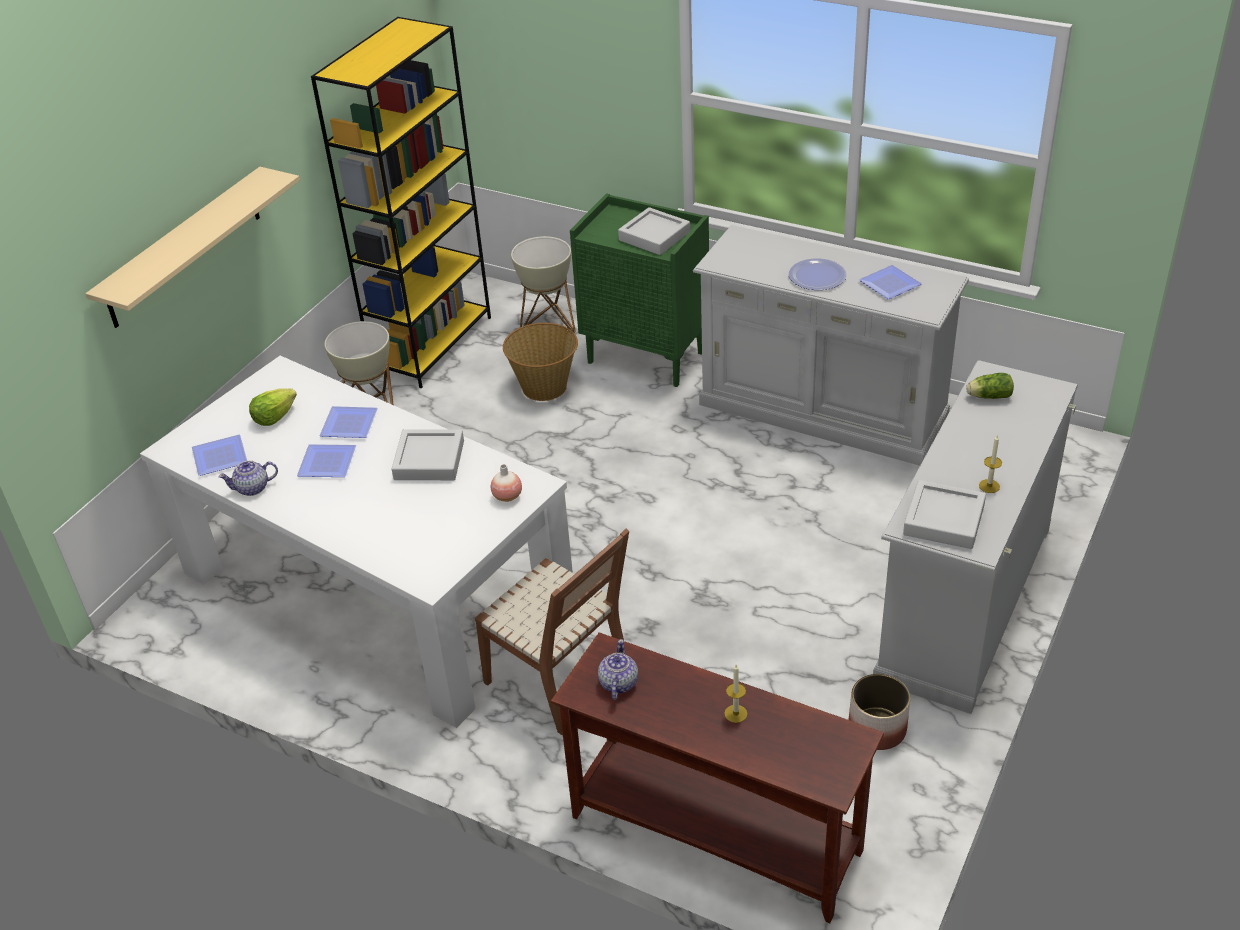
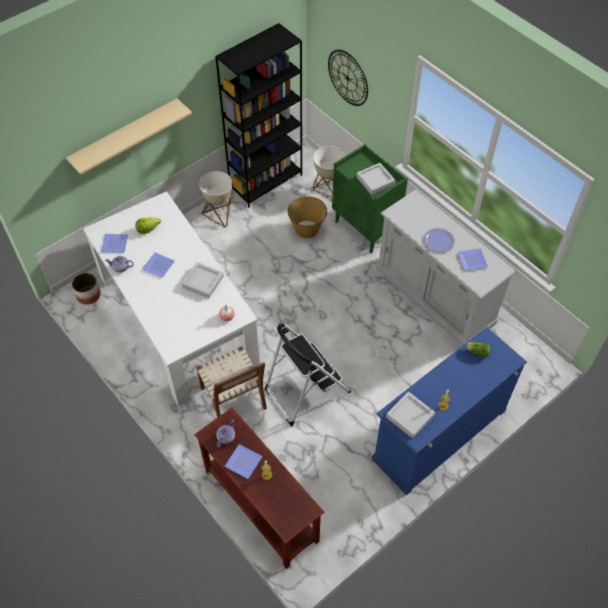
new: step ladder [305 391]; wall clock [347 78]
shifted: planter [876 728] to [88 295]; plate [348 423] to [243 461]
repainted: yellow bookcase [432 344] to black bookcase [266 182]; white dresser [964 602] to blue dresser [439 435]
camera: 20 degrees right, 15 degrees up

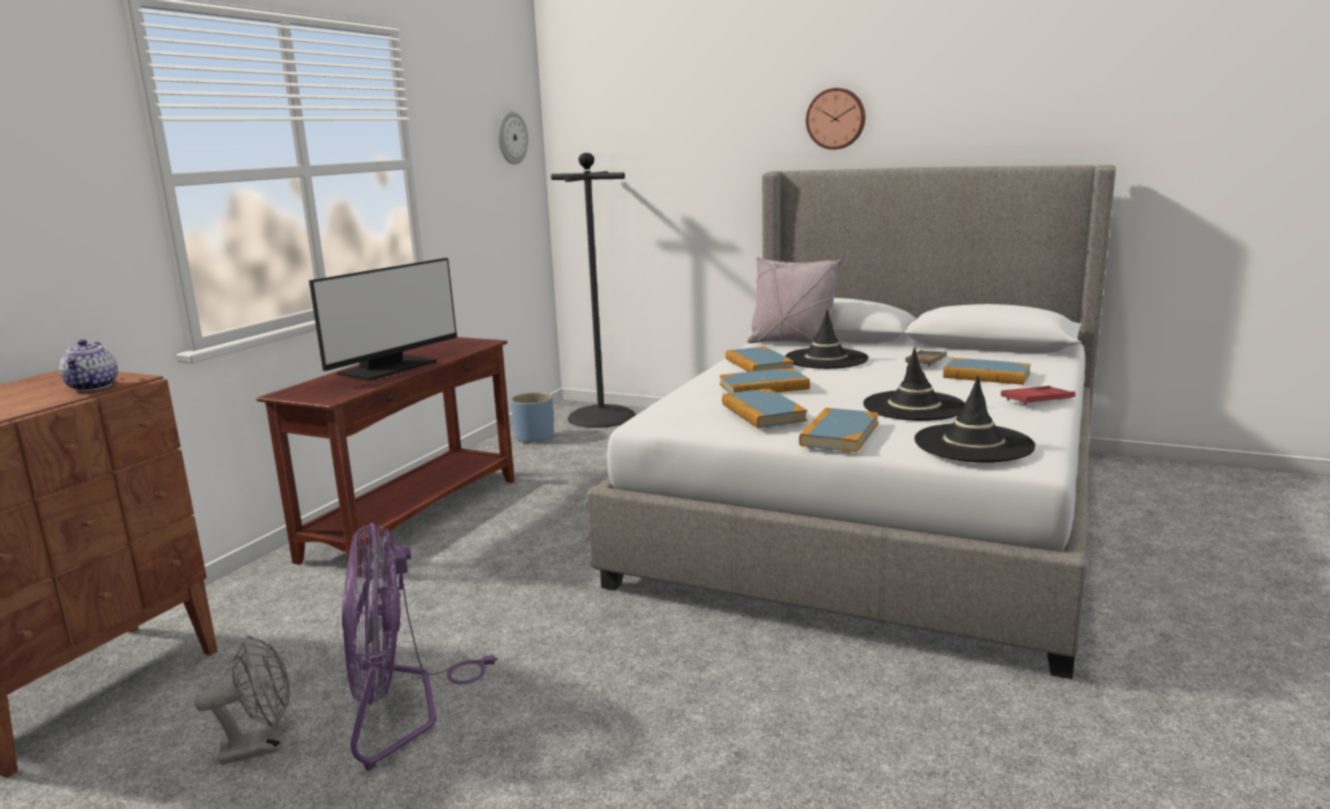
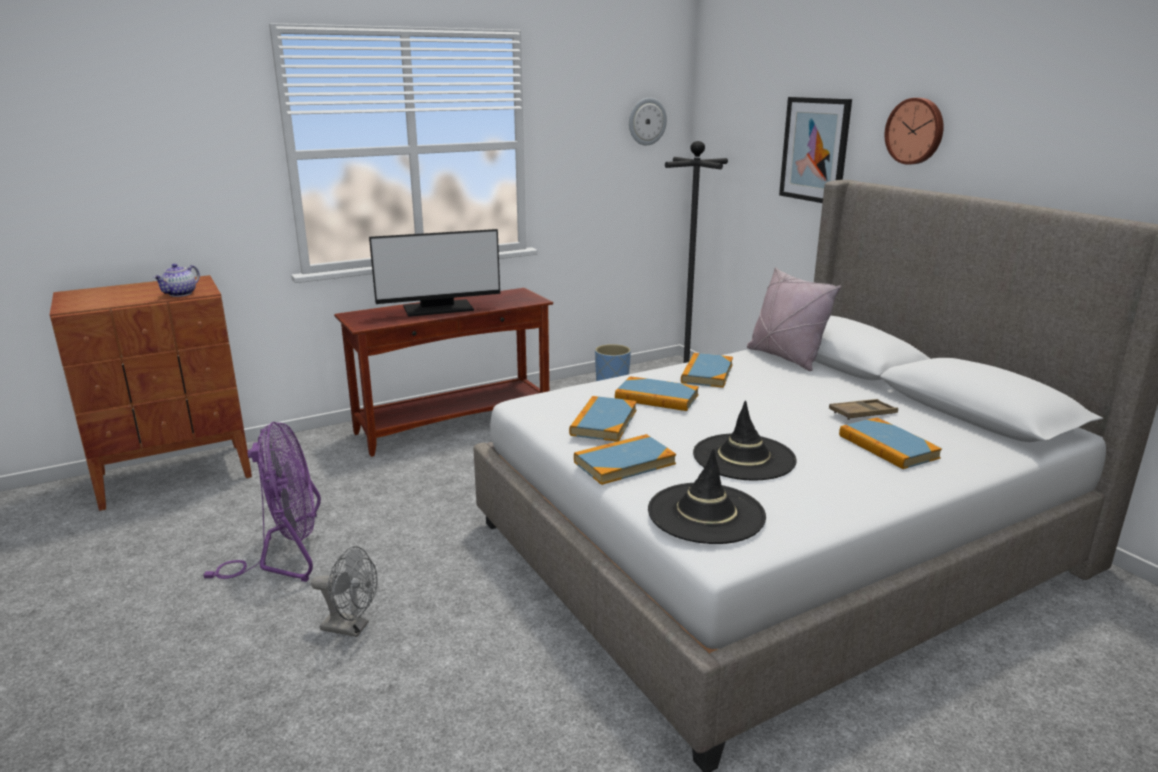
gone: black hat [826 359]; red tray [1037 400]
new: picture [815 150]
shifted: grey fan [261 747] to [351 628]
rotated: purple fan [403 702] = [283 552] 150 degrees clockwise
camera: 35 degrees right, 5 degrees up

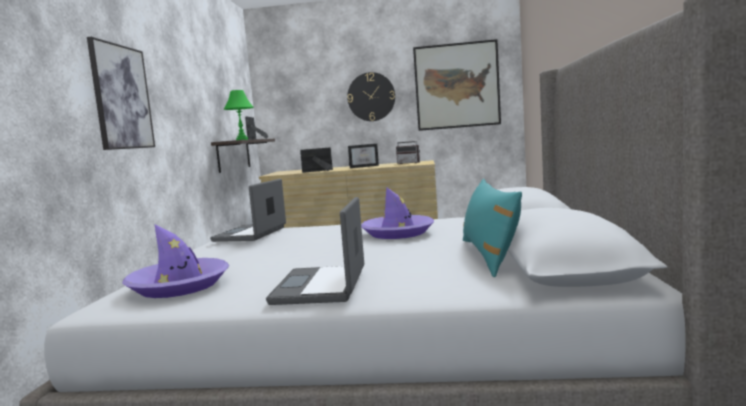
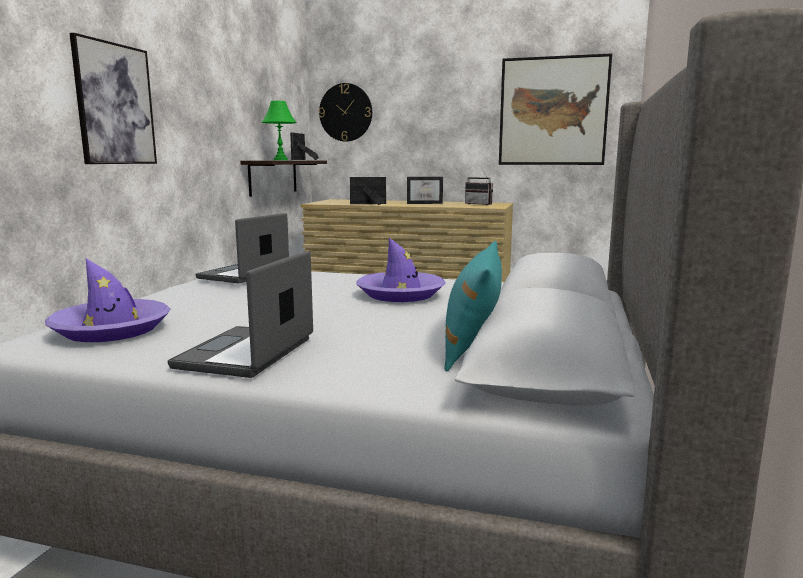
shifted: wall clock [371 97] to [345 112]
camera: 10 degrees right, 5 degrees up

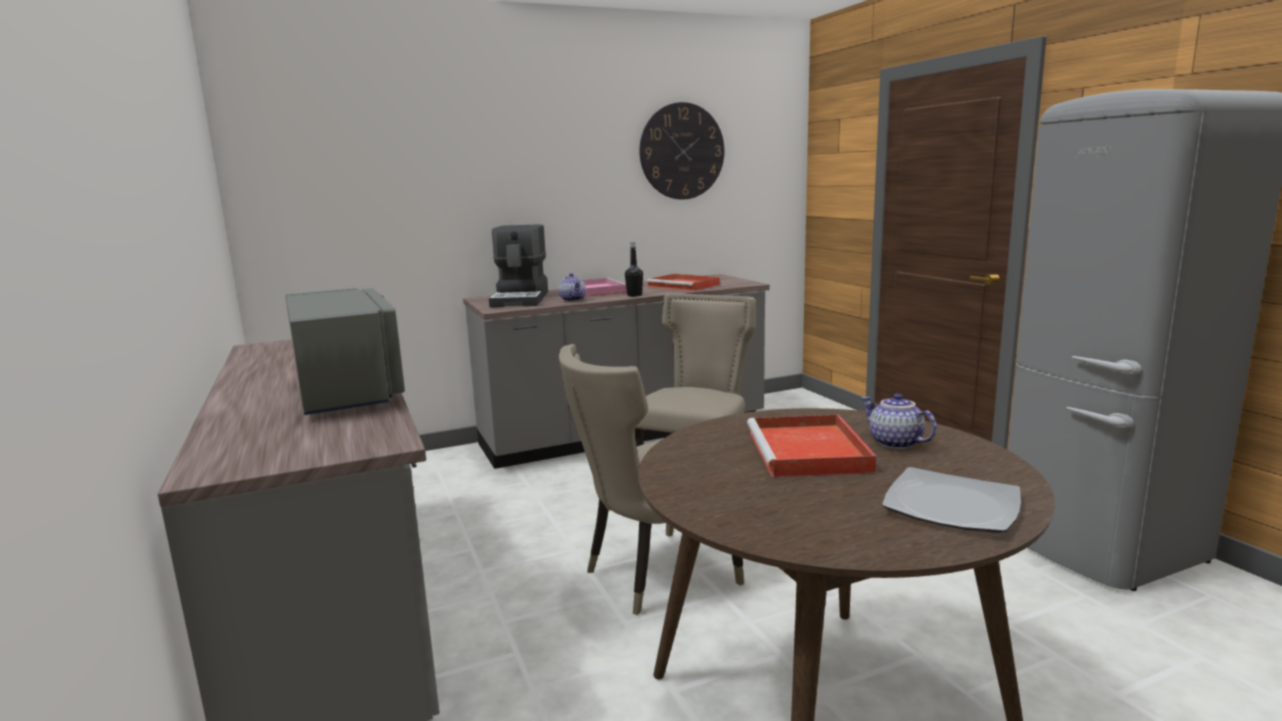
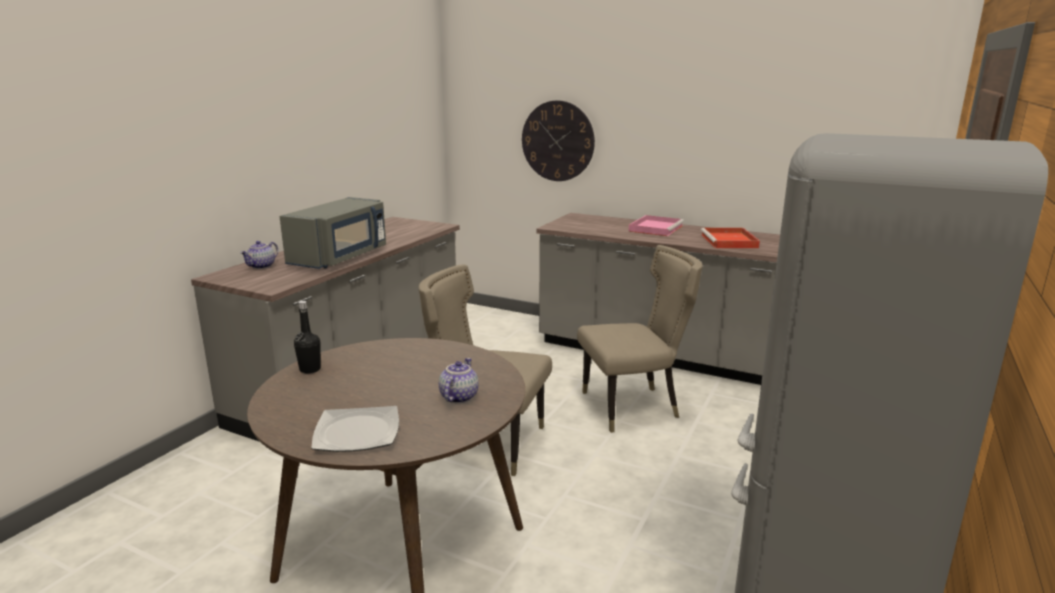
gone: coffee machine [521 299]; red tray [809 452]
shifted: teapot [573 300] to [262 266]; black bottle [634 295] to [310 369]; wall clock [682 151] to [557 141]
camera: 50 degrees right, 5 degrees up

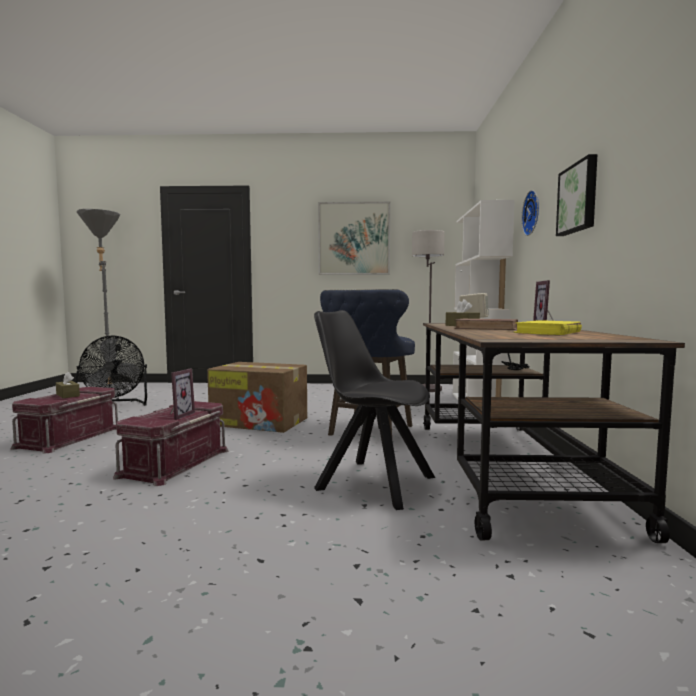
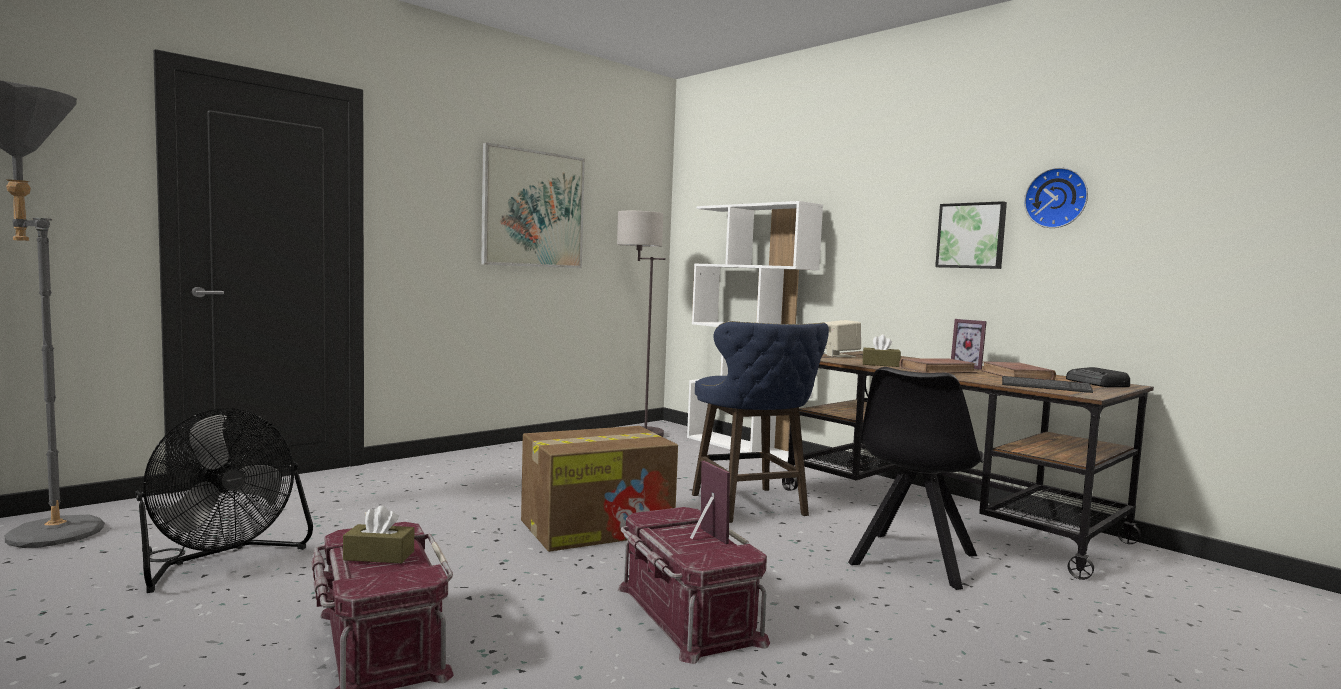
new: keyboard [1045 387]; radio [1097 383]
shifted: wall clock [533 213] to [1057 198]
repainted: yellow book [548 332] to brown book [1017 375]
rotated: black chair [373 482] = [912 561] 45 degrees counterclockwise
camera: 45 degrees left, 0 degrees up

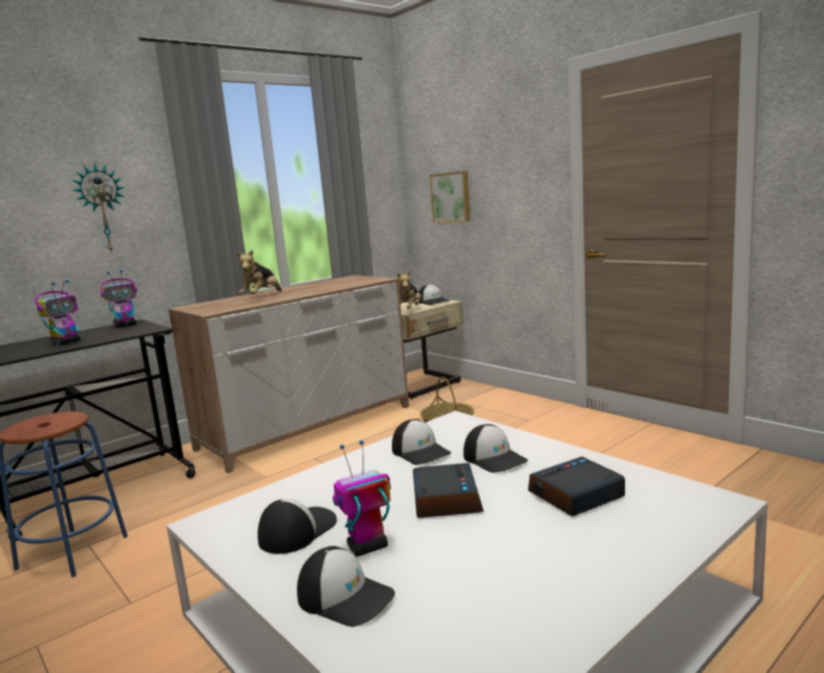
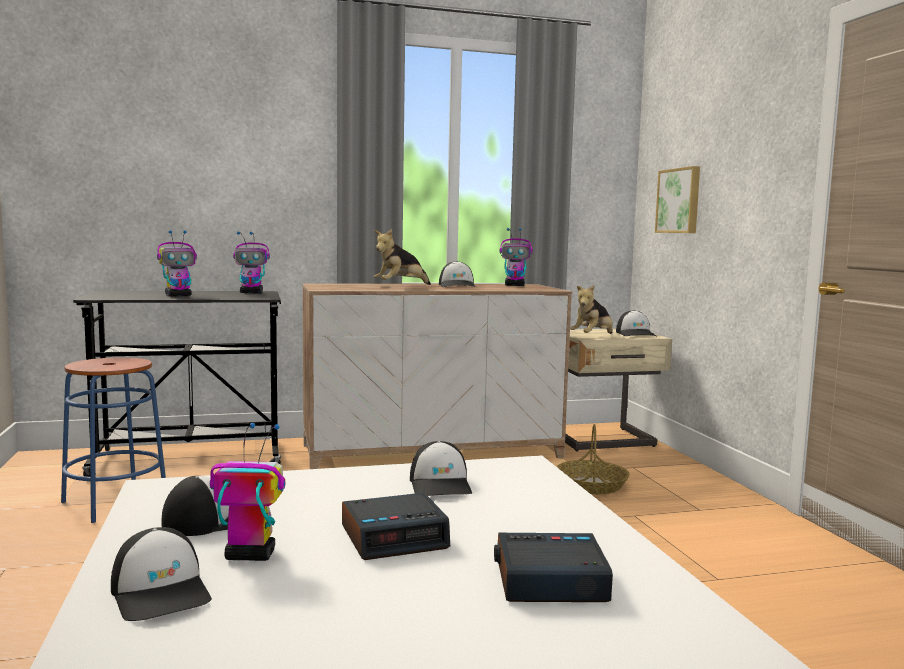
gone: wall clock [102 209]
new: toy robot [515 285]
shifted: cap [494 458] to [458 286]
rotated: alarm clock [445 499] = [395 537] 45 degrees clockwise
camera: 25 degrees right, 5 degrees down

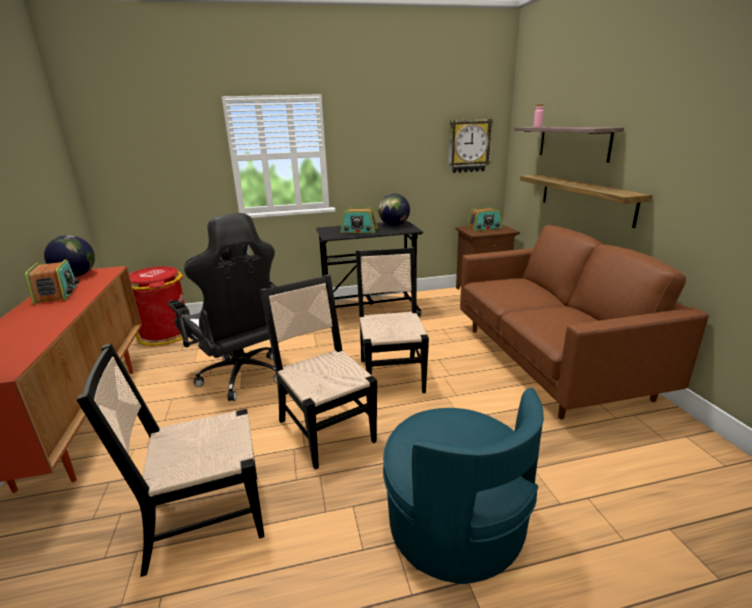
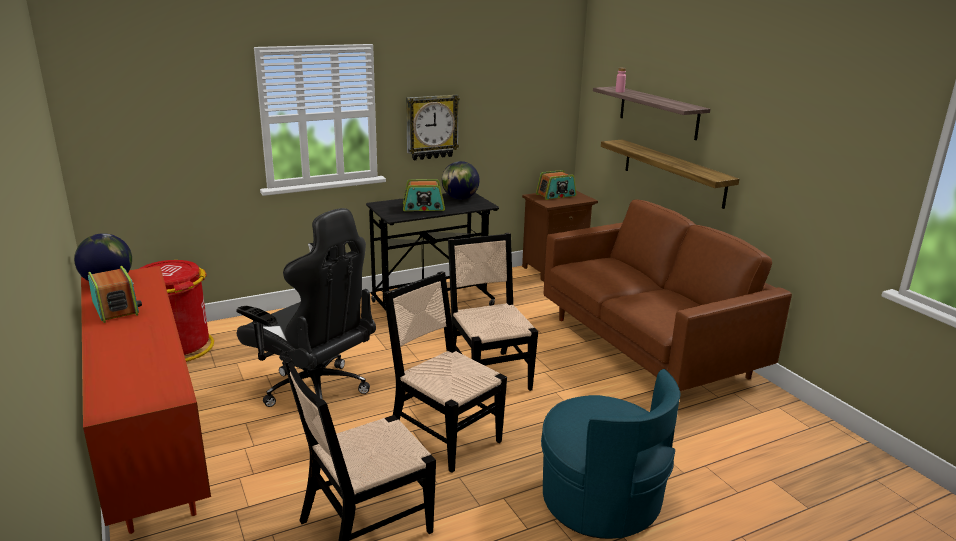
shifted: wall clock [469 146] to [431 127]
camera: 15 degrees left, 0 degrees up

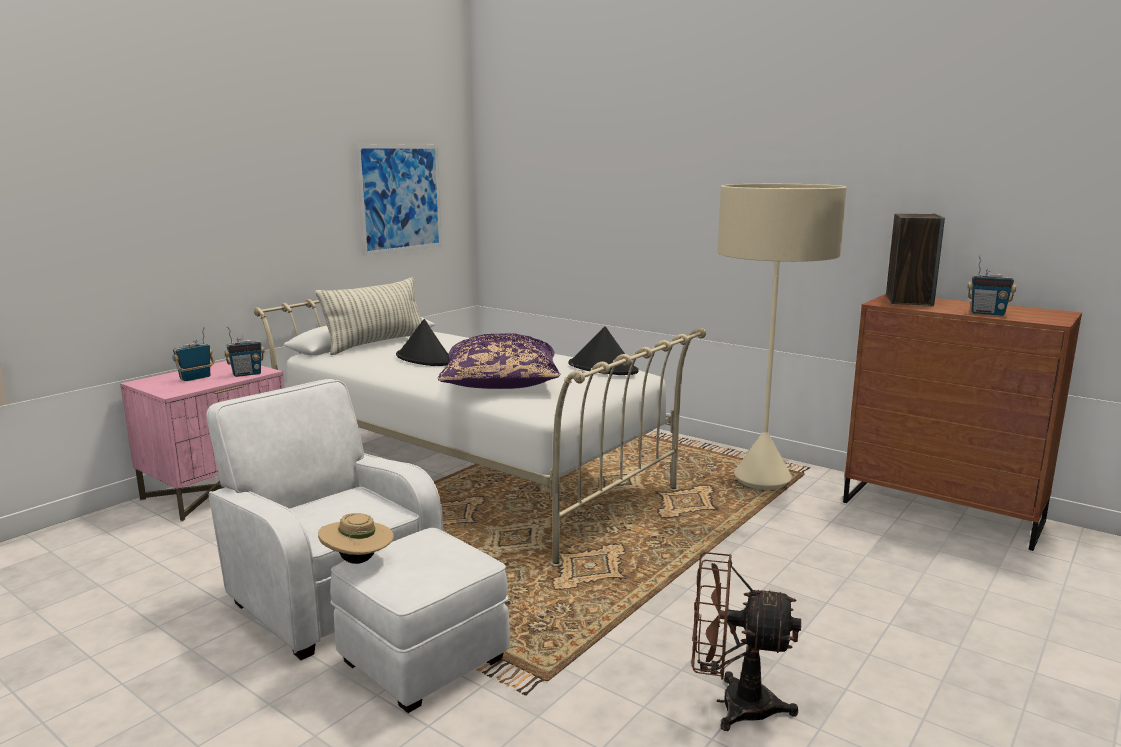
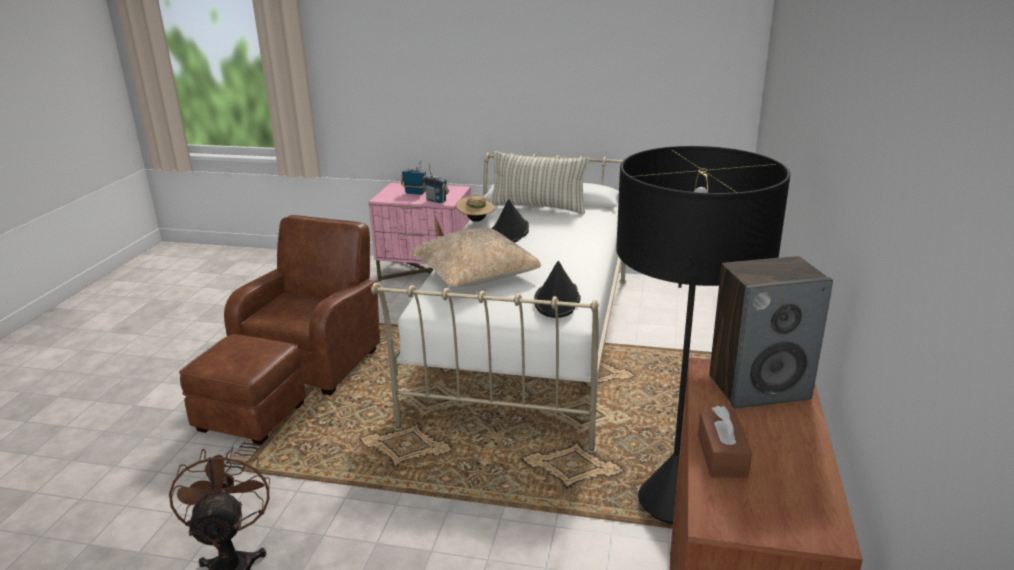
gone: picture [400 198]
shifted: beige hat [358 561] to [476 221]
swapped: radio [987 313] to brown tissue box [722 455]
repainted: white armchair [359 615] to brown armchair [295 377]; purple pillow [500 381] to beige pillow [474 272]; beige floor lamp [762 482] to black floor lamp [671 506]
camera: 65 degrees right, 10 degrees up

